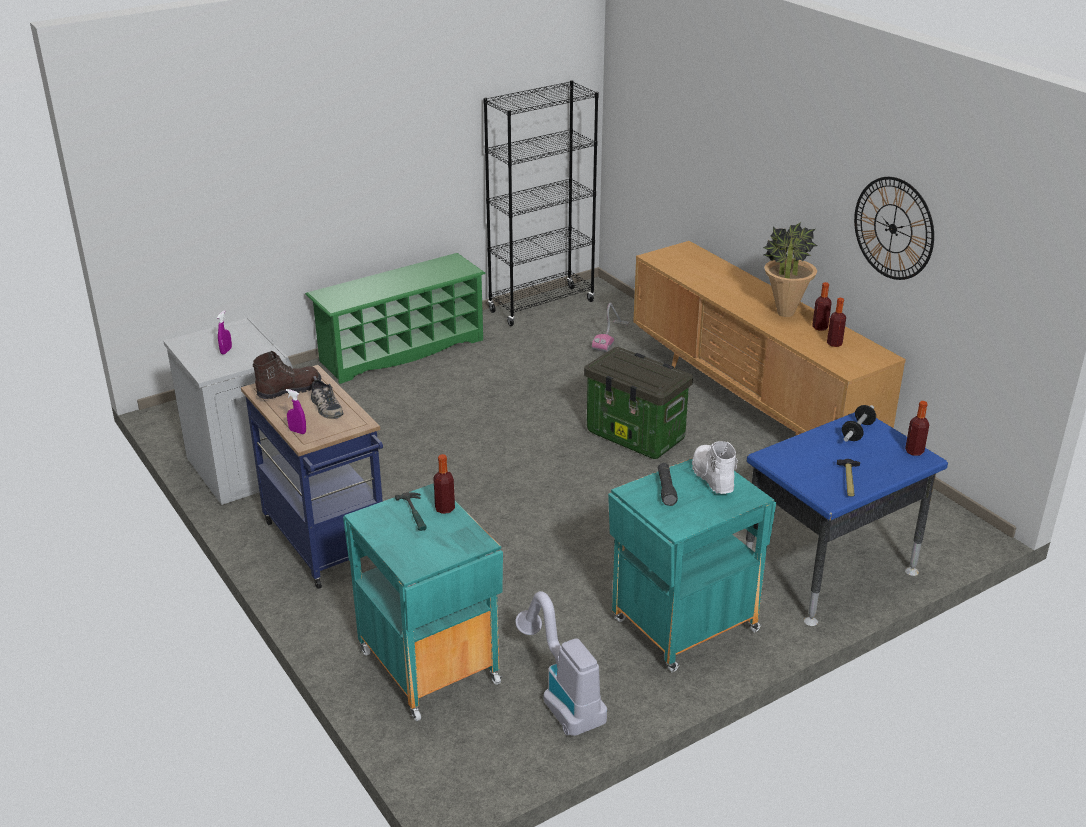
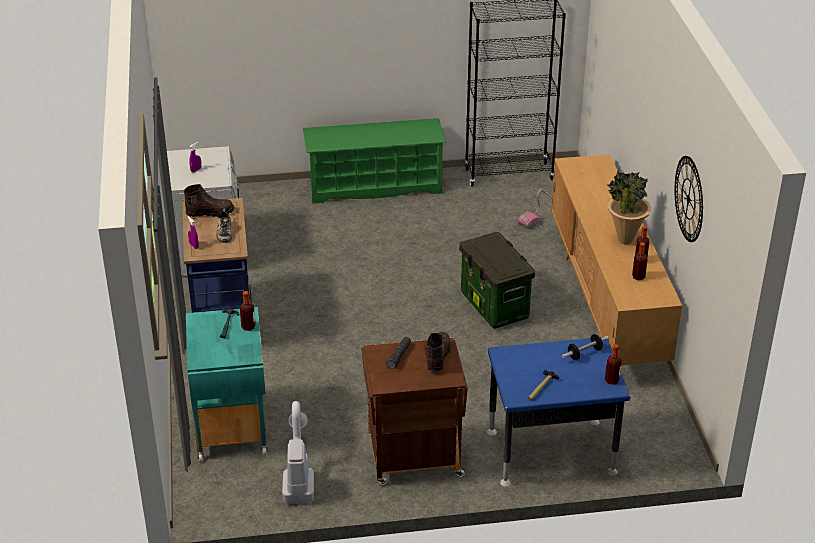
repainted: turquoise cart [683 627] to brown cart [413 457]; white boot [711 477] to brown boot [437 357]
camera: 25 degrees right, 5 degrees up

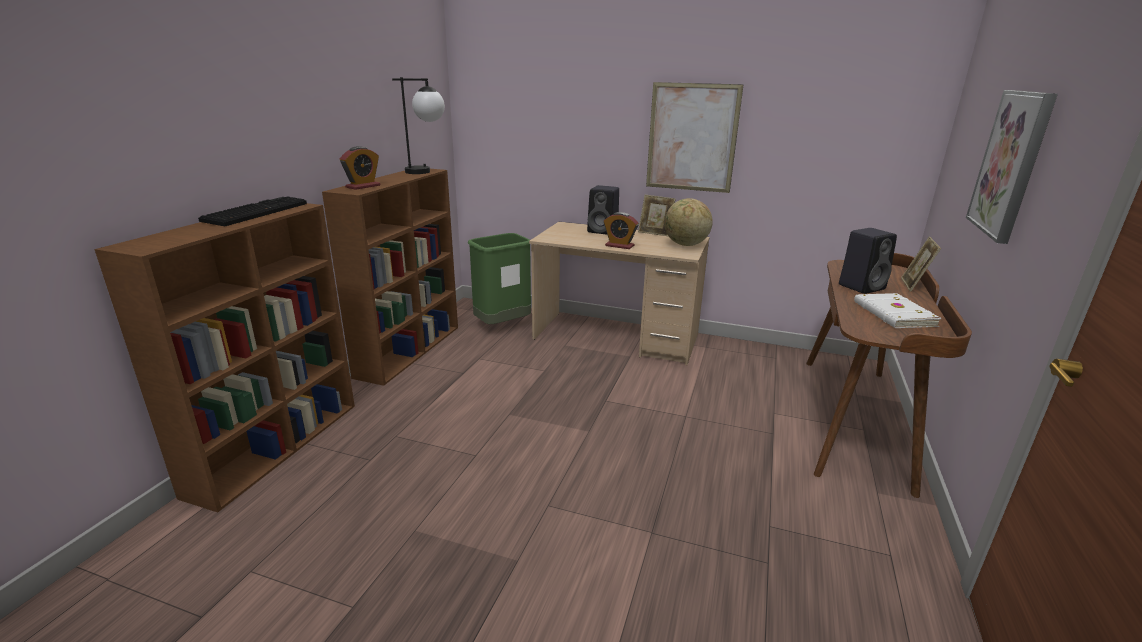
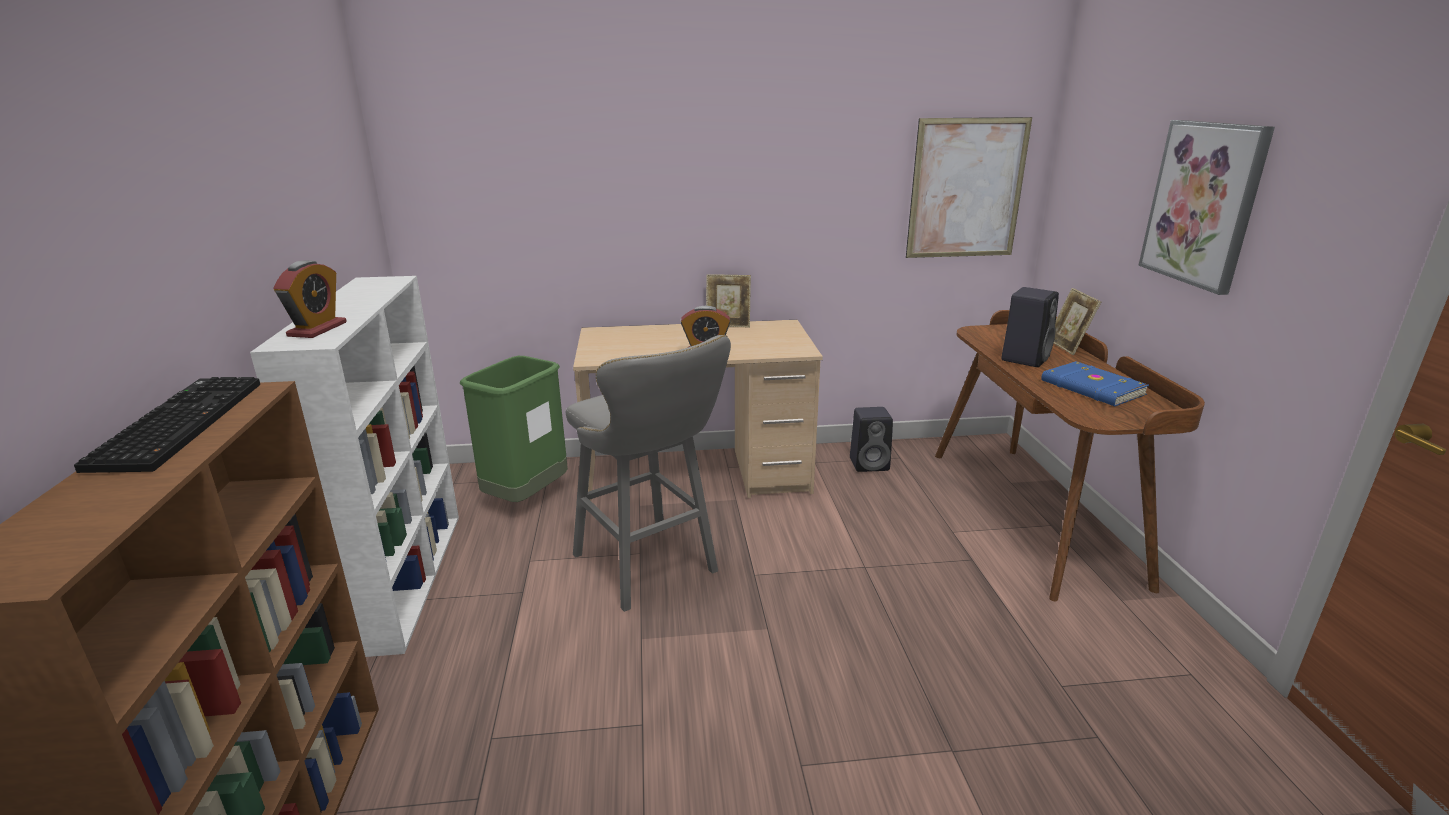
gone: table lamp [427 171]; globe [685 245]
new: grey stool [653 571]
shifted: black speaker [604 231] to [870 464]; picture [692 138] to [966 189]
repainted: brown bookcase [410 350] to white bookcase [405 577]; white book [893 314] to blue book [1092 388]
camera: 25 degrees left, 0 degrees up

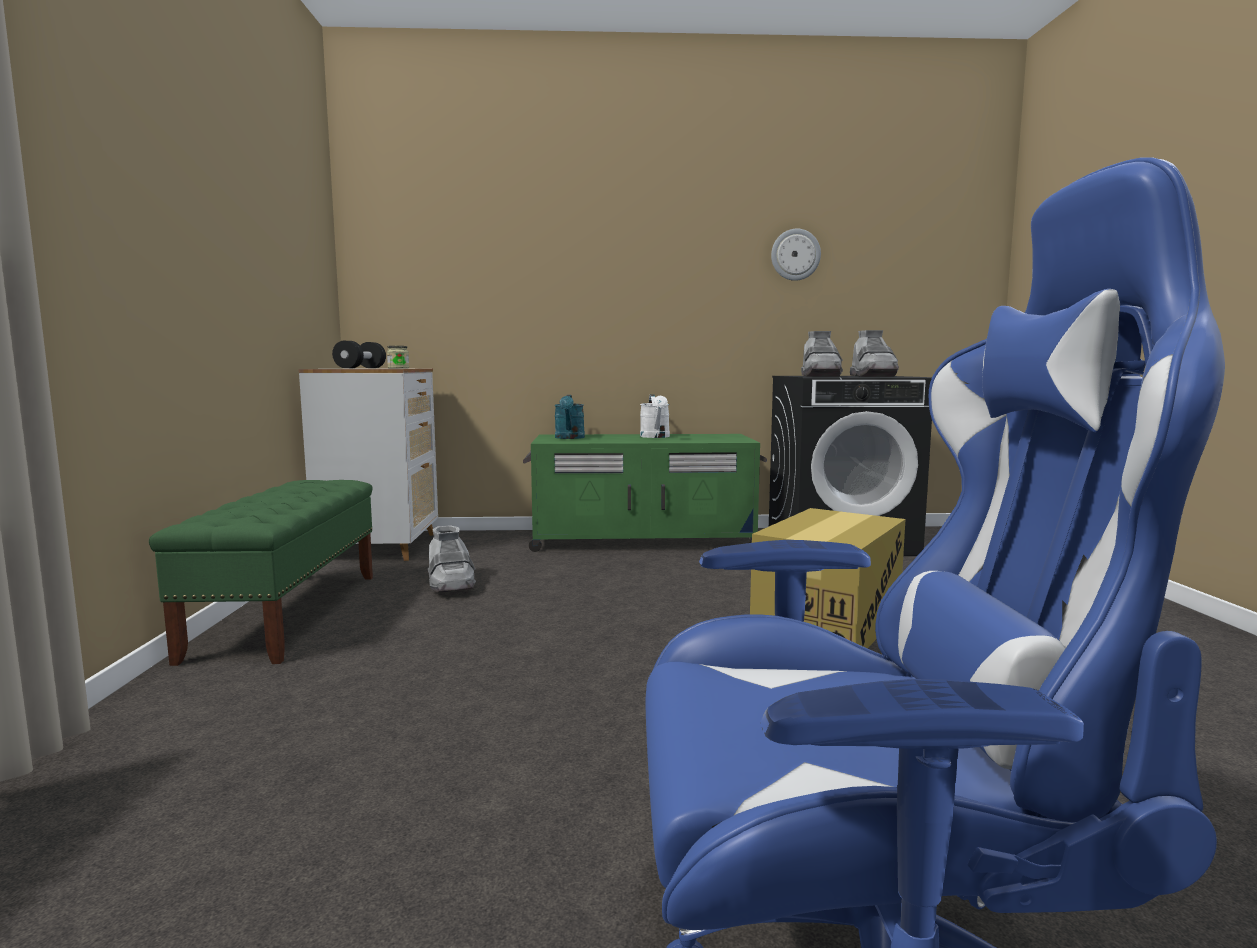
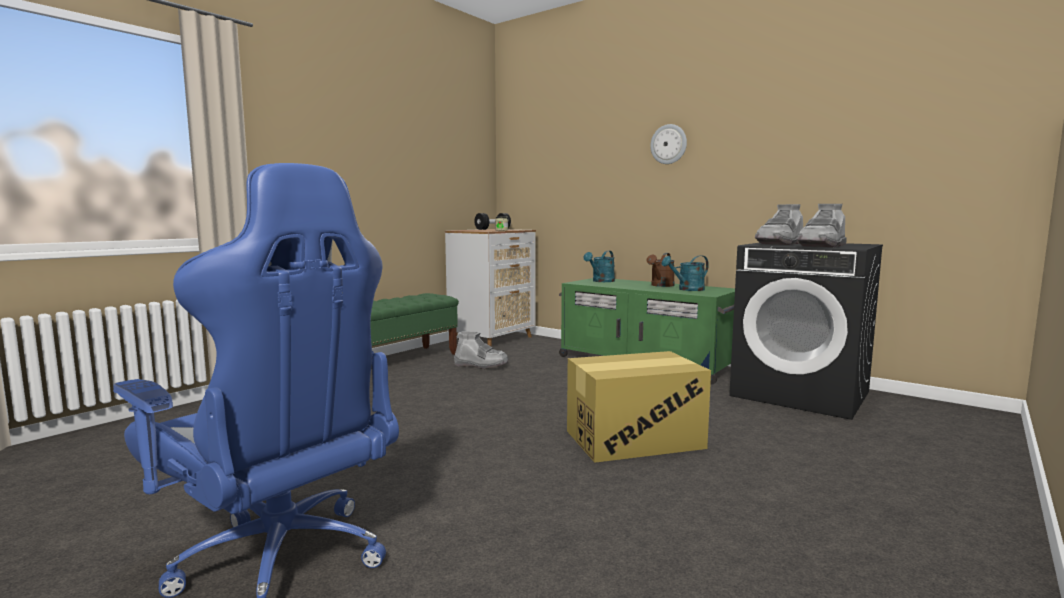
new: turquoise watering can [687 289]
shifted: wall clock [795 255] to [668 144]
repainted: white watering can [656 437] to brown watering can [661 285]
rotated: grey boot [451 585] = [481 365] 90 degrees counterclockwise
camera: 40 degrees right, 0 degrees up

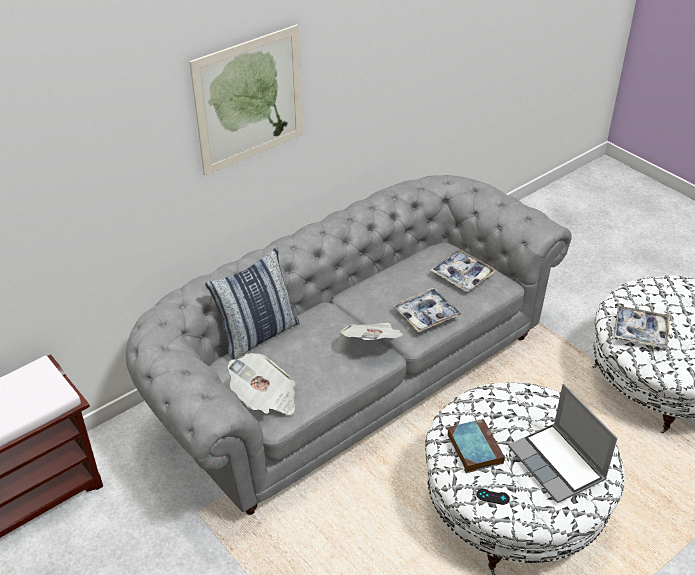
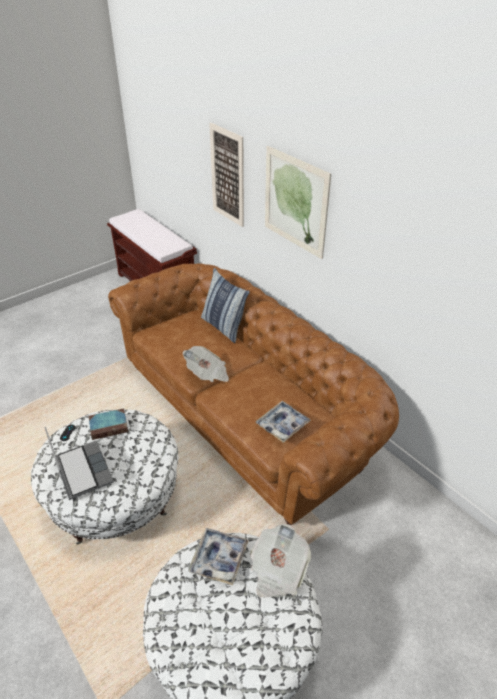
gone: tray [426 315]
new: picture [227 175]
shifted: newspaper [265 398] to [277 571]
repainted: grey sofa [349 374] to brown sofa [247 410]
rotated: laptop [558 464] = [82 470] 90 degrees clockwise
camera: 90 degrees right, 0 degrees up

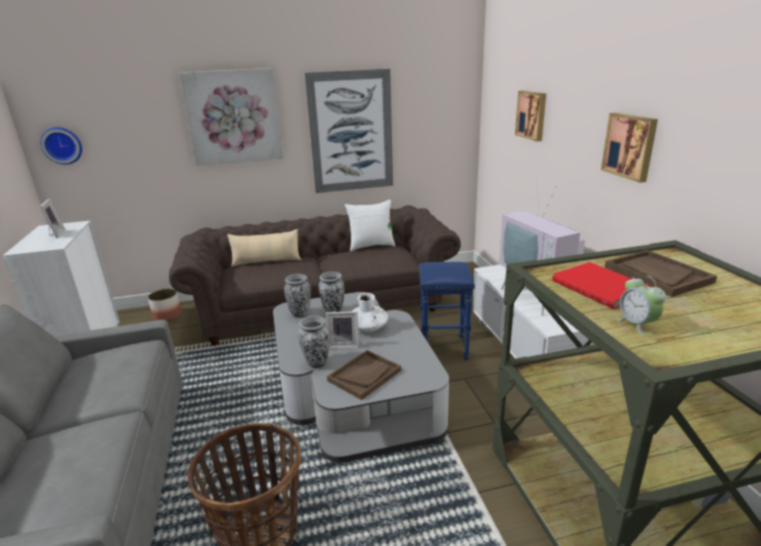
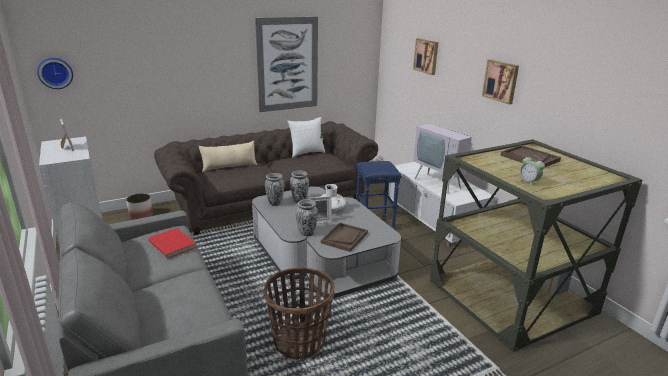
gone: picture [233 117]
shifted: red book [600 287] to [173 244]
camera: 15 degrees left, 0 degrees up

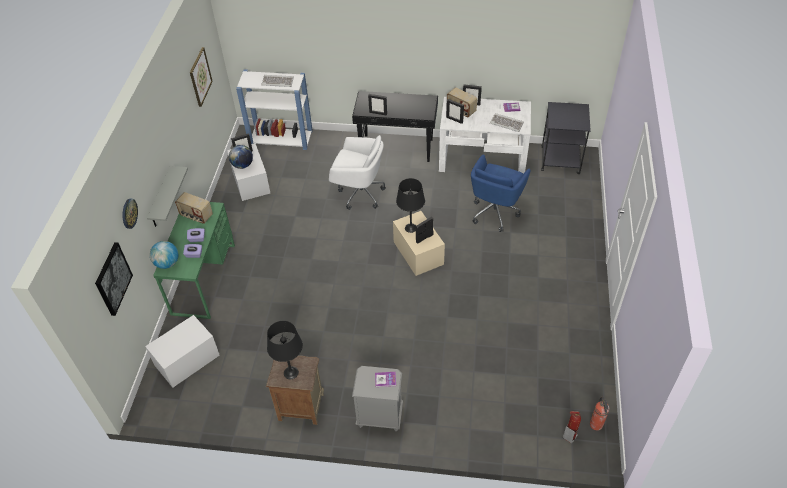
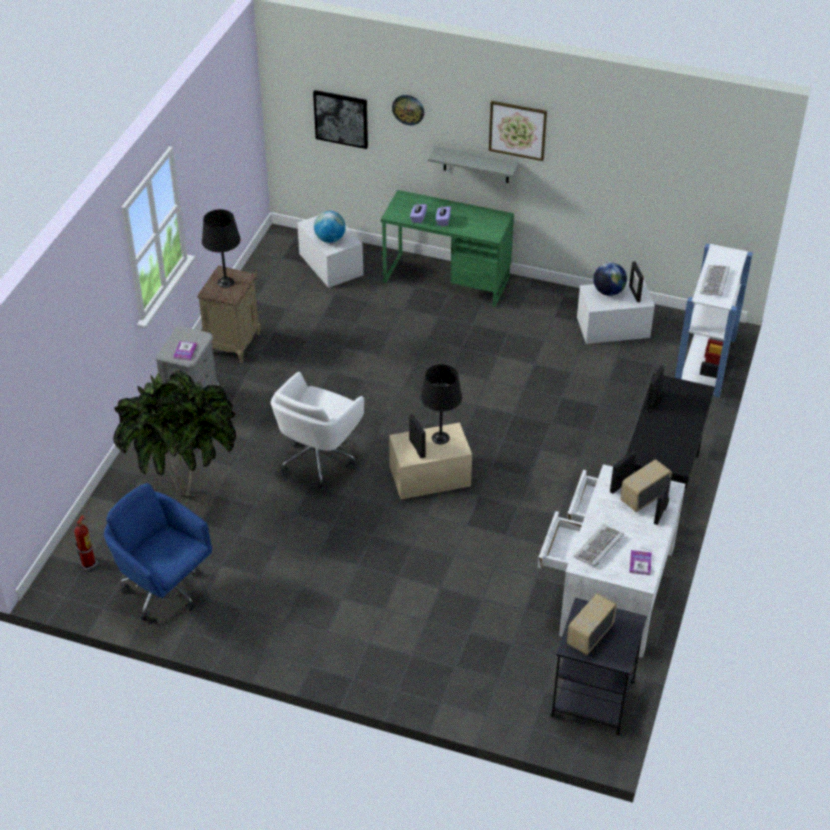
gone: fire extinguisher [596 425]
new: potted plant [185 495]
shifted: blue office chair [495 212] to [166 592]; white office chair [359 194] to [319 459]; globe [167 263] to [330 239]; picture [200 77] to [517 130]; radio [196 216] to [589 635]
camera: 100 degrees right, 5 degrees down

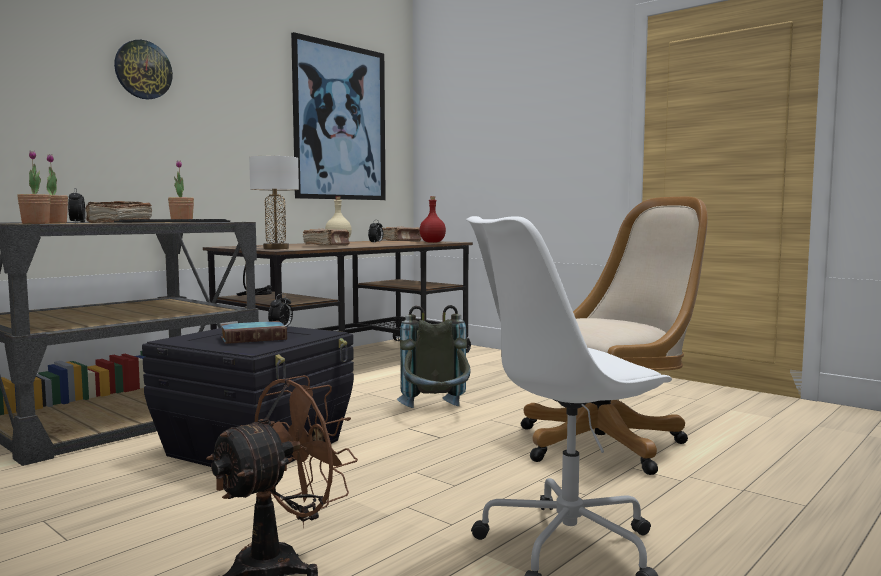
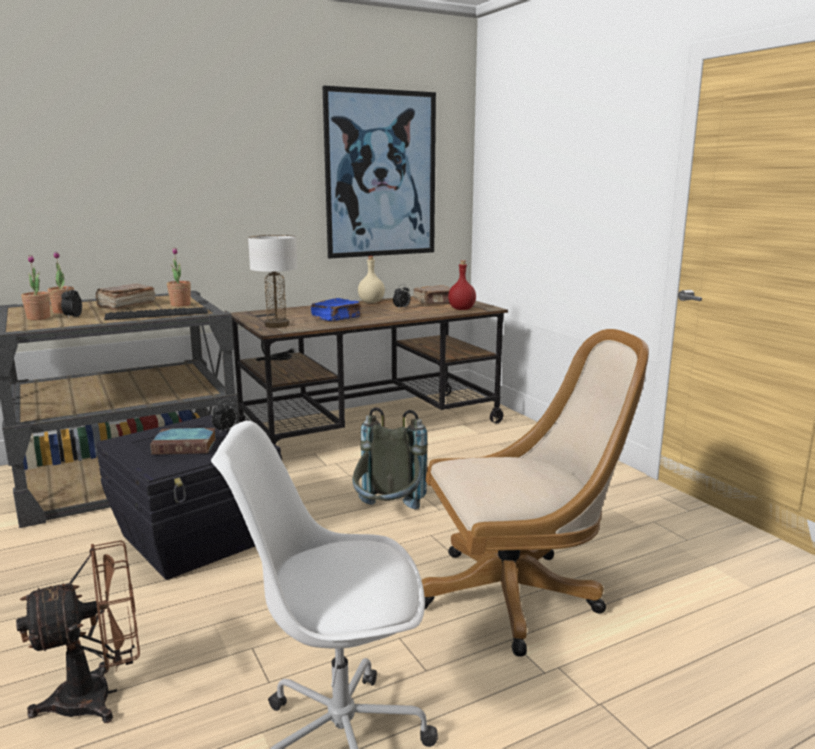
gone: wall clock [143 70]
repainted: brown book [327 246] to blue book [337 318]
camera: 20 degrees right, 10 degrees up

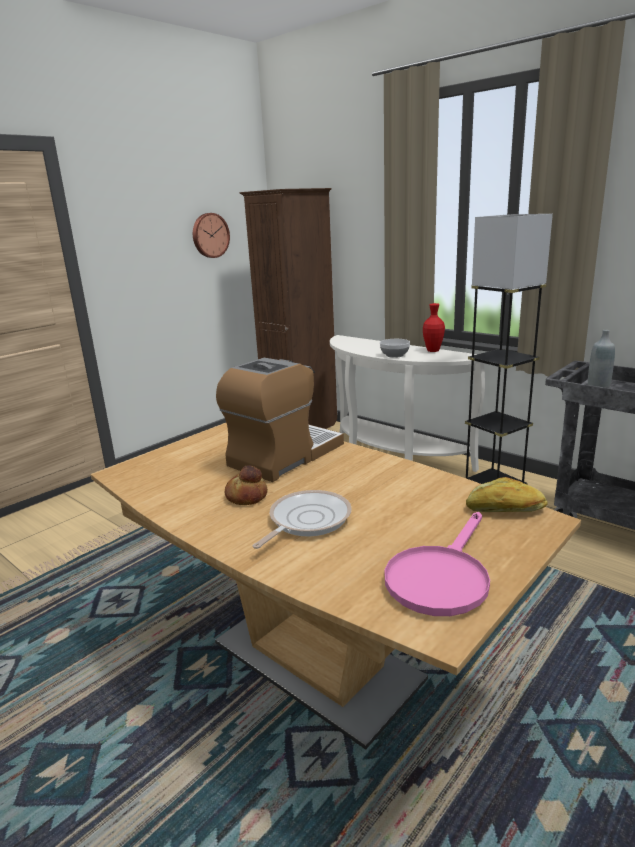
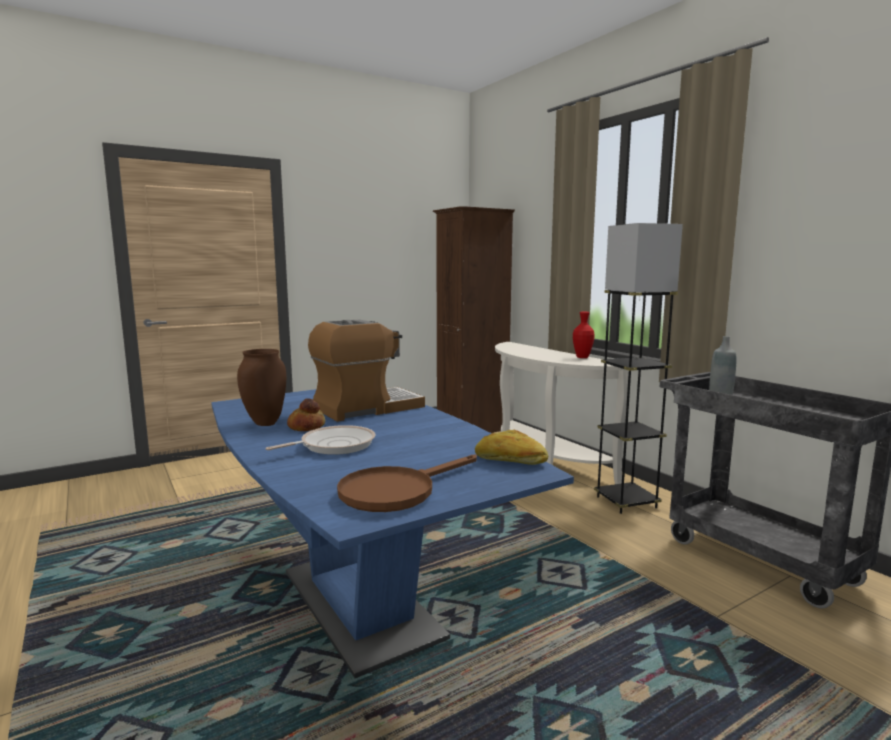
gone: wall clock [210 235]; bowl [394 355]
new: brown vase [266 423]
repainted: brown dining table [316 661] to blue dining table [360 603]; pink frying pan [441 577] to brown frying pan [397 491]
camera: 15 degrees right, 10 degrees down

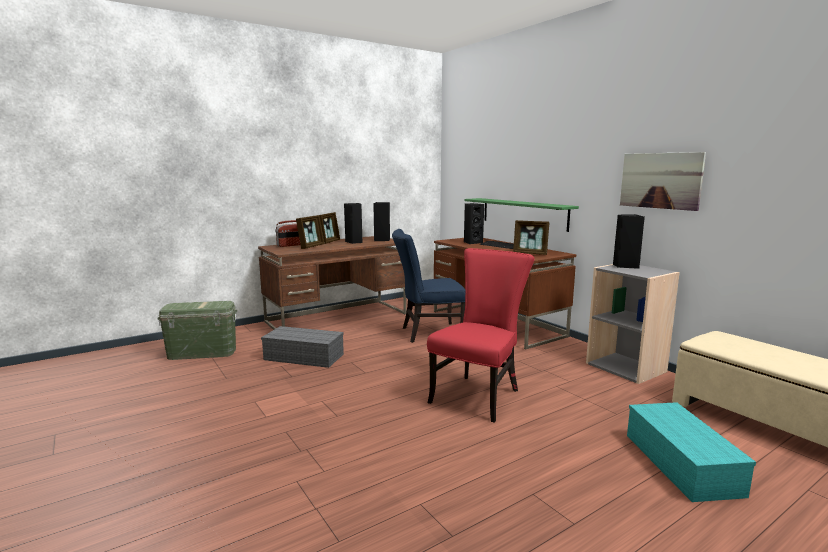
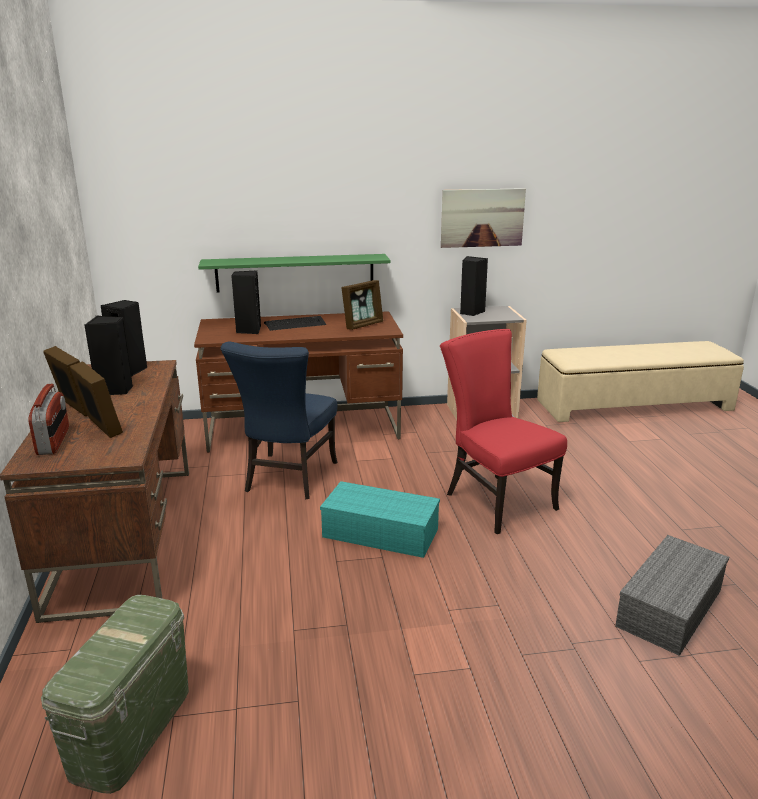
shifted: turquoise storage box [683 464] to [382 532]; grey storage box [305 357] to [669 606]
camera: 65 degrees left, 10 degrees up

